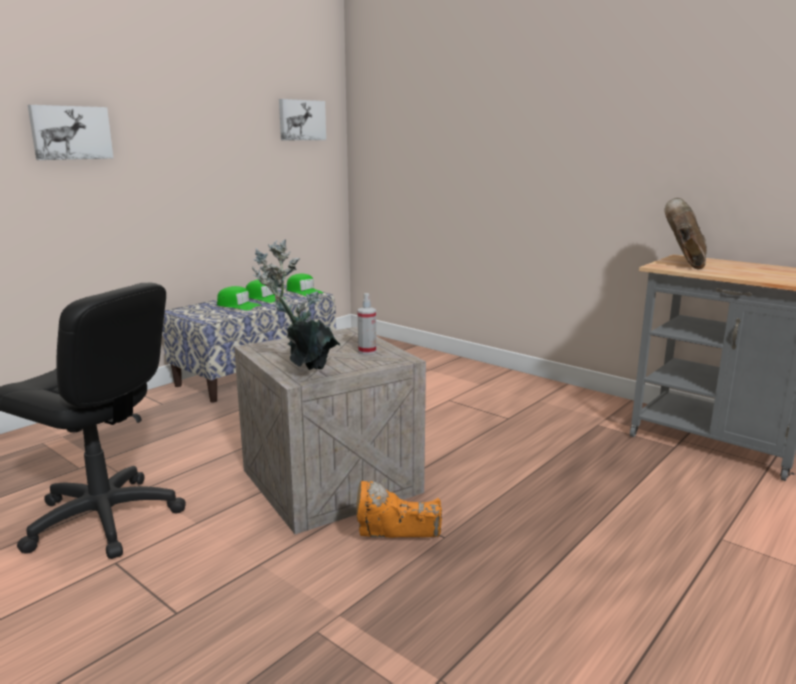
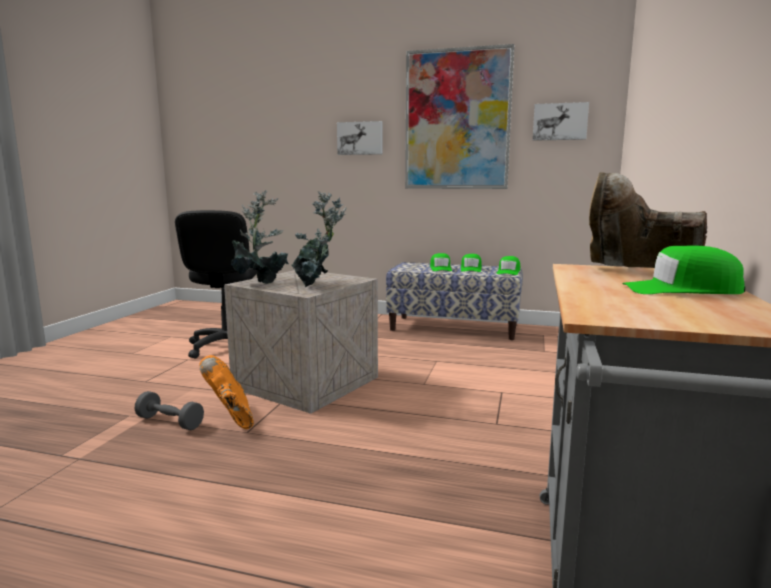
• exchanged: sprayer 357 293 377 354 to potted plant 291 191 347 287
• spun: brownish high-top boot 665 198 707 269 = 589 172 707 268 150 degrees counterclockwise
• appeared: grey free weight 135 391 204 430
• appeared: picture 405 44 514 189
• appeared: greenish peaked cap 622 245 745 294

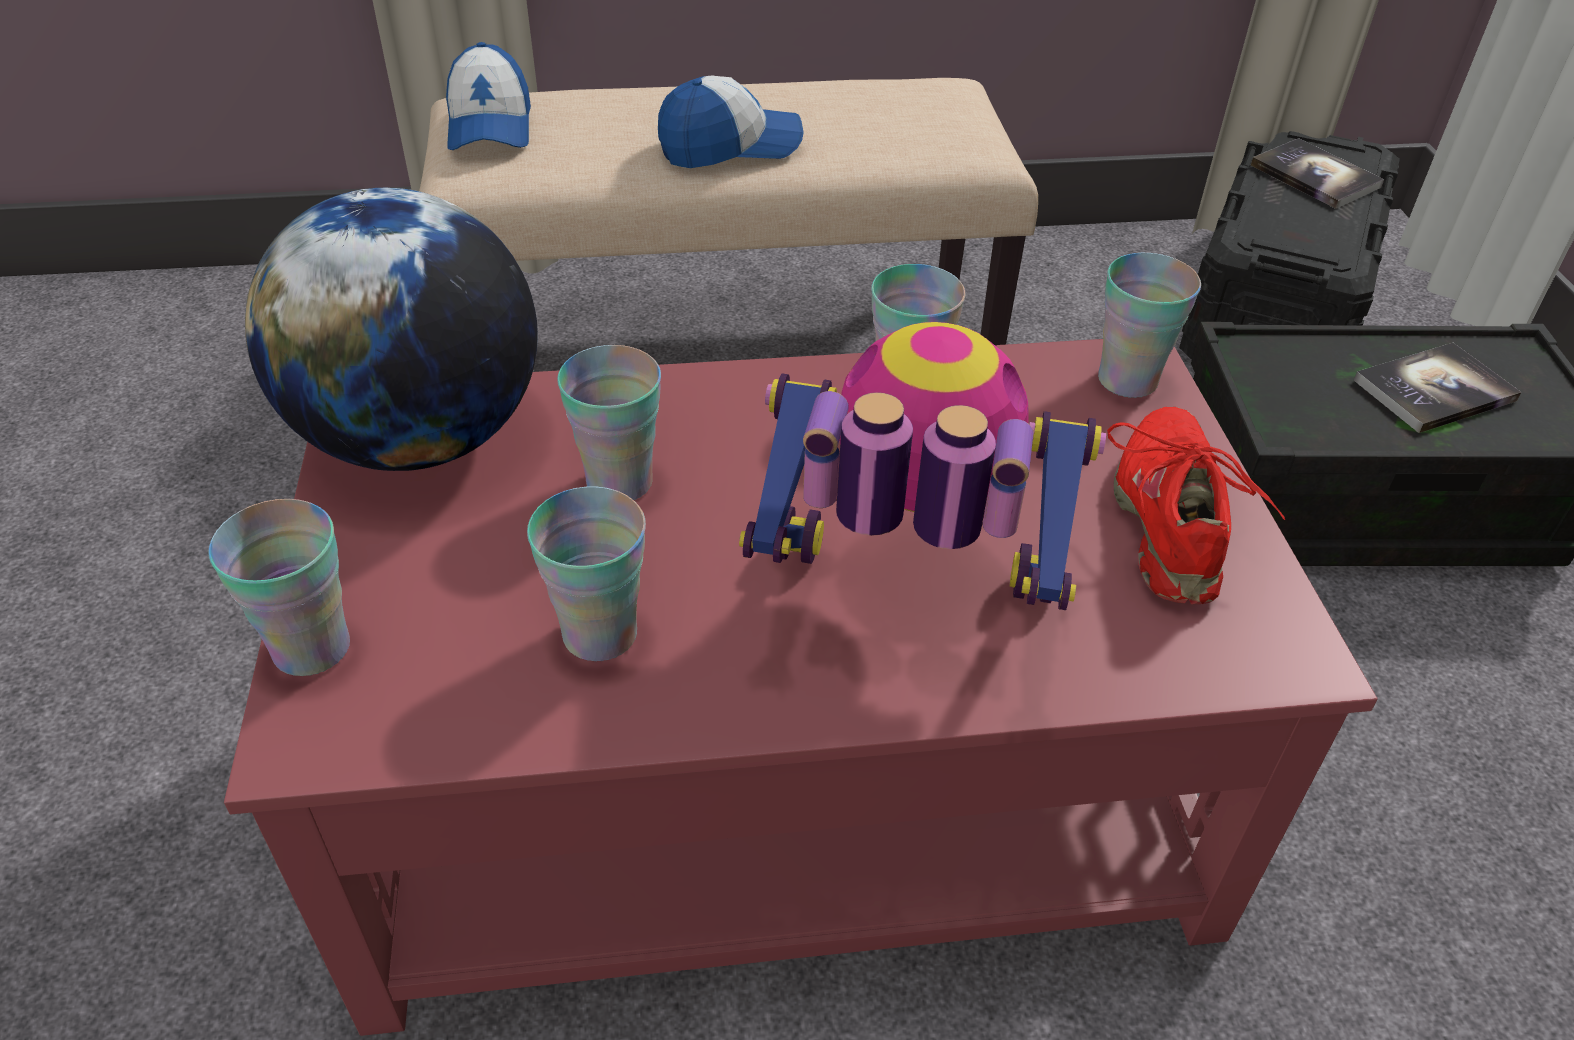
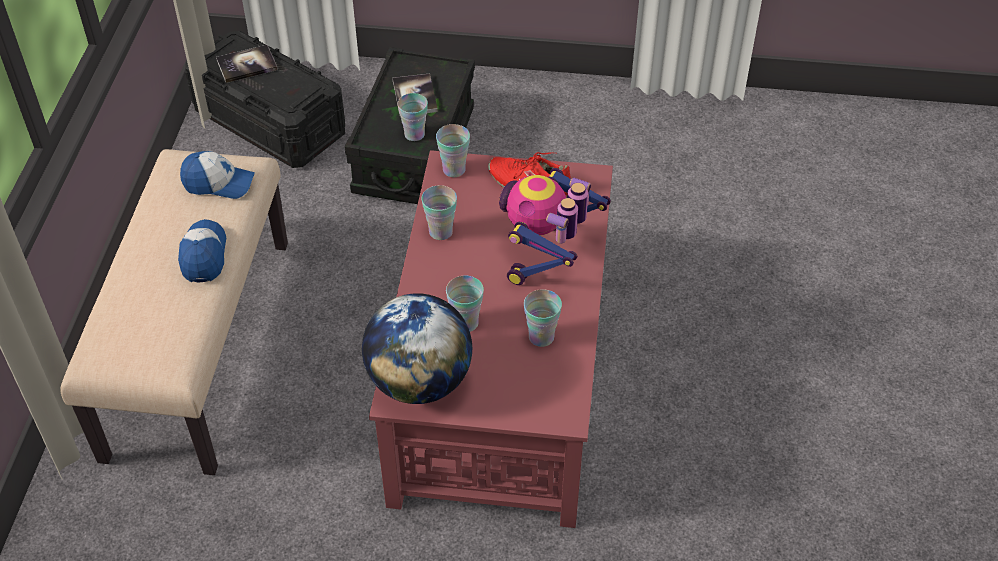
• relocated: drinking cup 208 499 350 676 to 397 93 428 141
• relocated: peaked cap 446 42 531 150 to 180 151 255 199

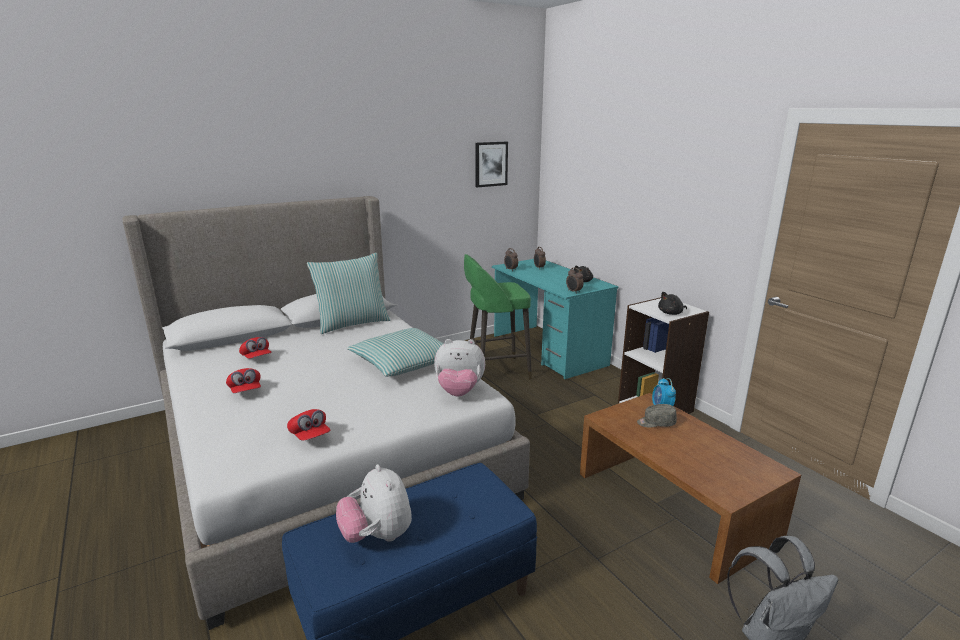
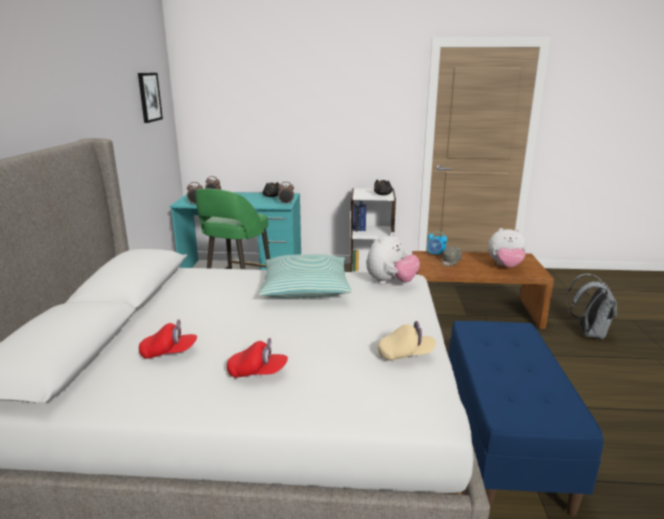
• colour: red peaked cap 287 409 331 441 to sand-coloured peaked cap 378 321 436 361
• missing: pillow 307 253 390 334
• relocated: plush toy 336 464 412 543 to 488 228 526 268

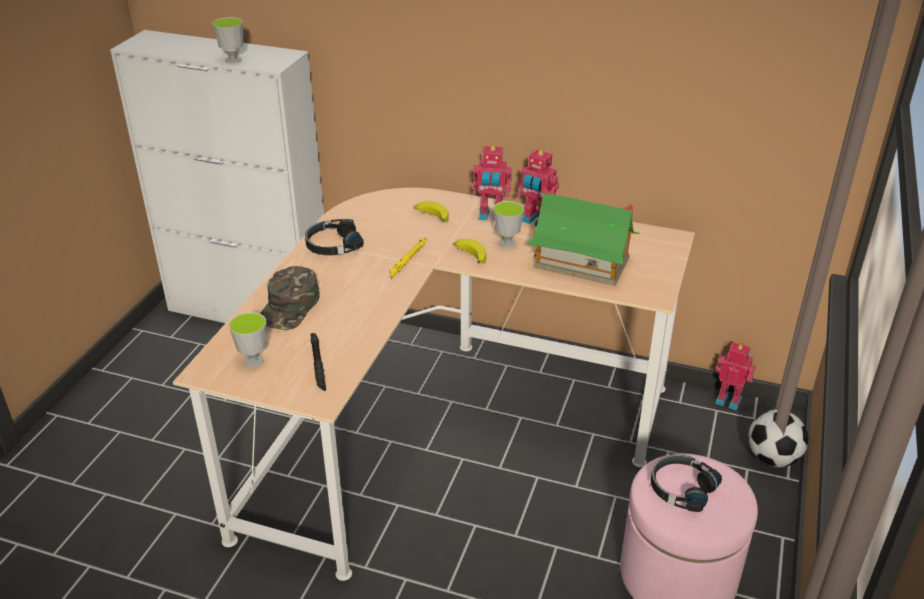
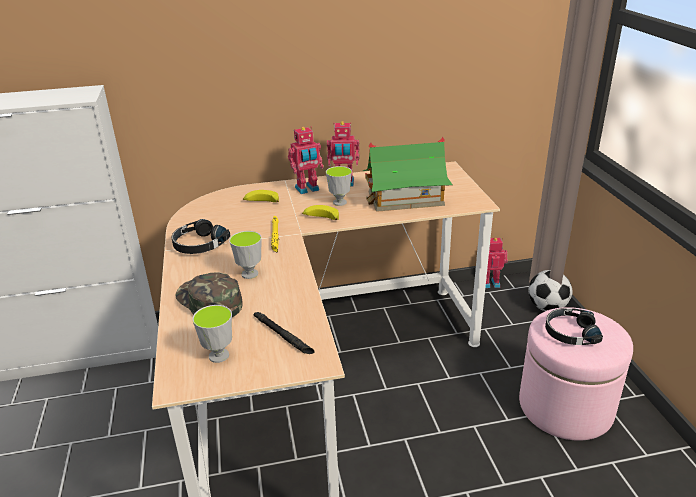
• relocated: drinking cup 213 17 243 64 to 229 231 262 279
• spun: greenish peaked cap 260 266 320 330 = 175 272 243 317 150 degrees clockwise

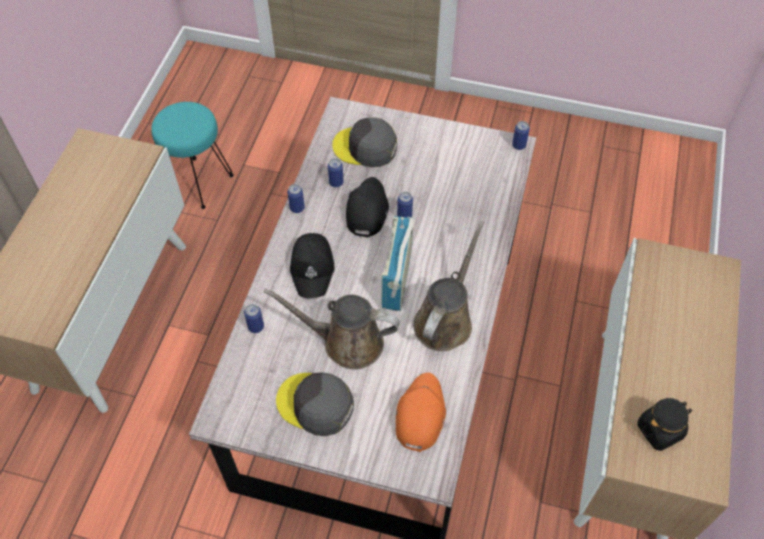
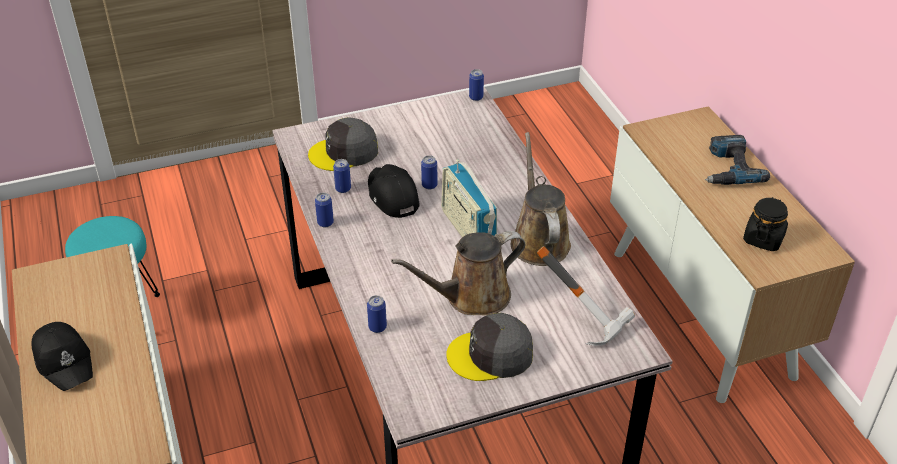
• relocated: black peaked cap 290 233 334 298 to 31 322 93 391
• exchanged: orangey peaked cap 396 372 446 452 to hammer 537 246 635 346
• appeared: drill 705 135 770 185

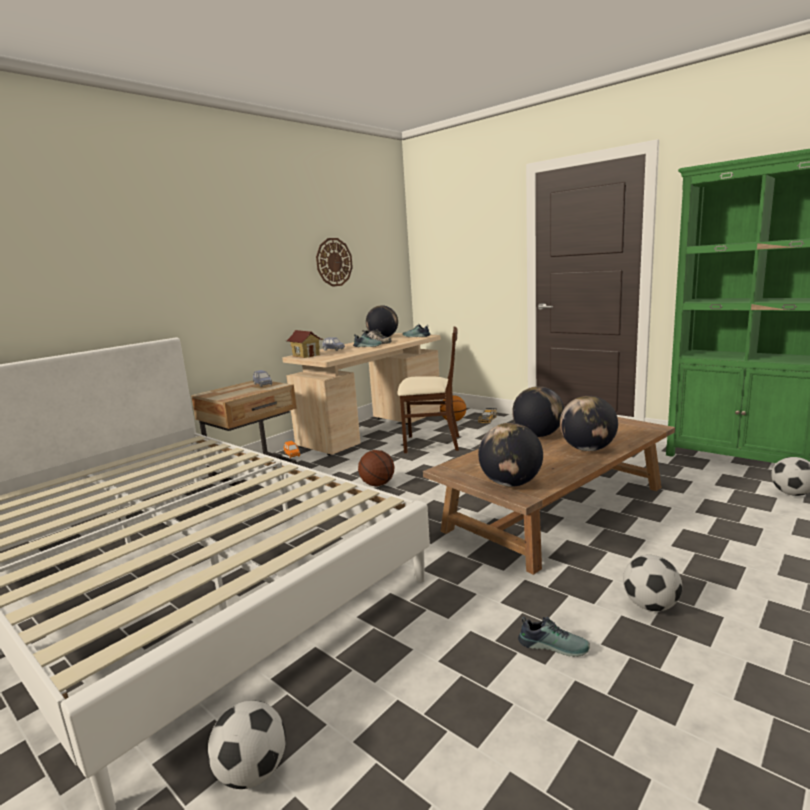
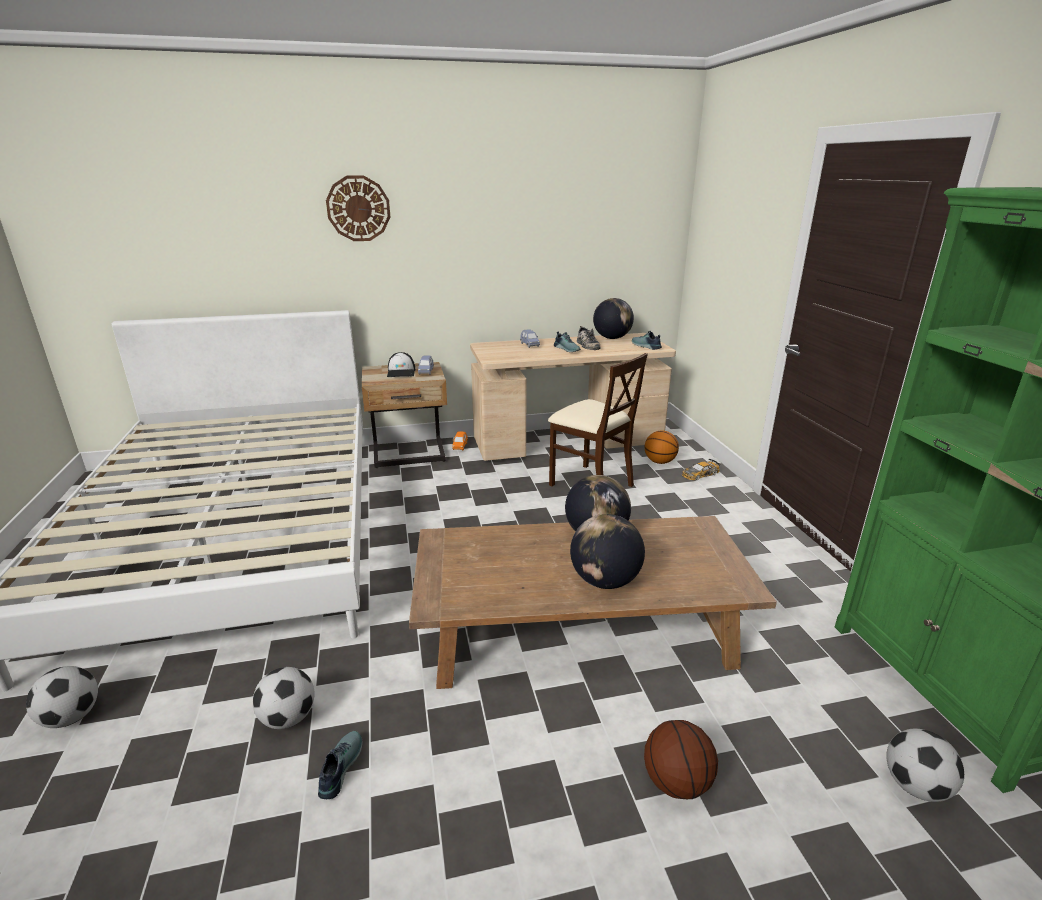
• missing: toy house 287 330 323 358
• relocated: clock on the wall 316 238 353 287 to 326 175 390 241
• relocated: basketball 358 450 394 486 to 644 720 718 799
• missing: world globe 478 423 543 487
• spun: item of footwear 518 617 590 657 = 318 731 363 799 135 degrees counterclockwise
• relocated: ball for football 623 555 682 611 to 253 667 315 729
• appeared: peaked cap 387 352 416 377

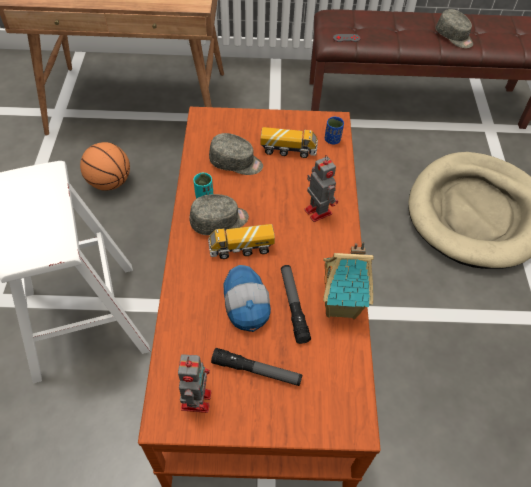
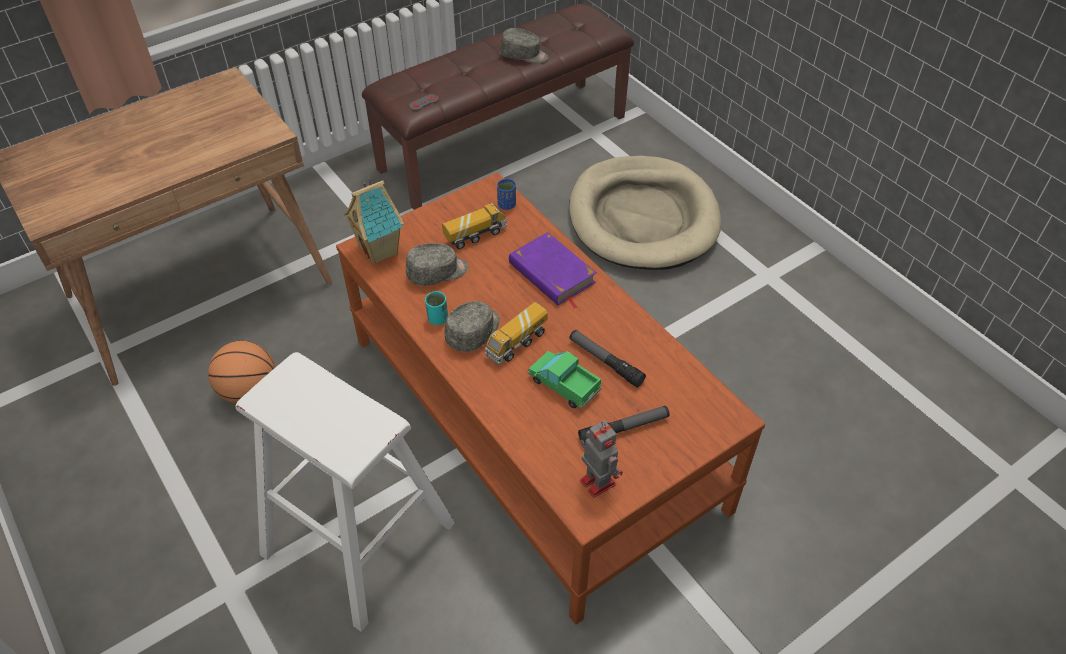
• exchanged: peaked cap 223 265 271 332 to toy truck 528 351 602 409
• exchanged: model robot 305 155 338 222 to purple bound book 509 232 596 309
• relocated: toy house 323 242 374 319 to 344 178 404 265

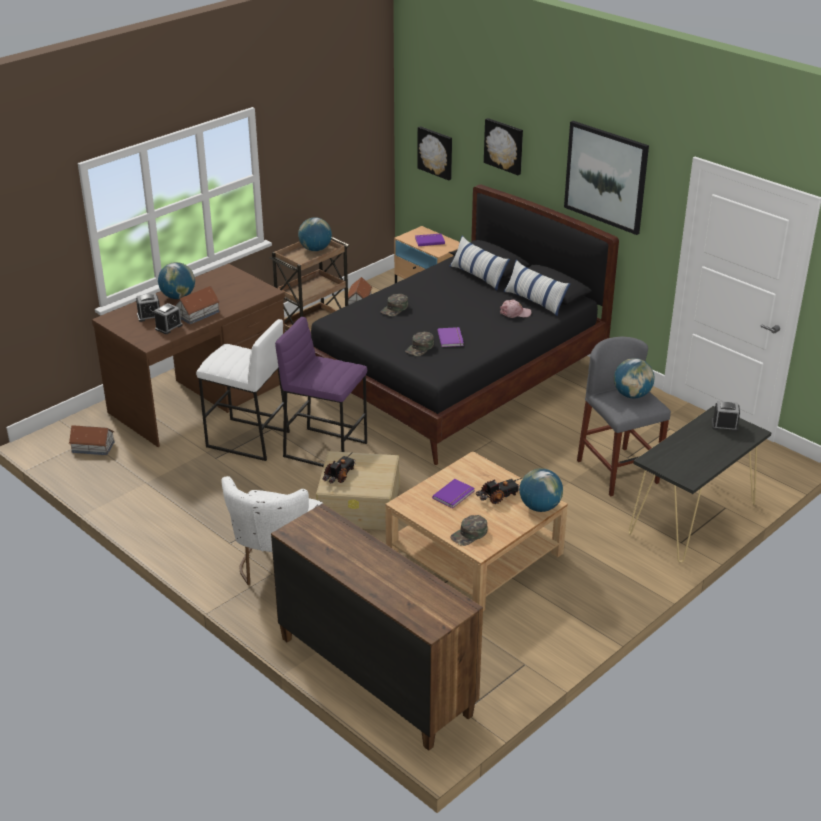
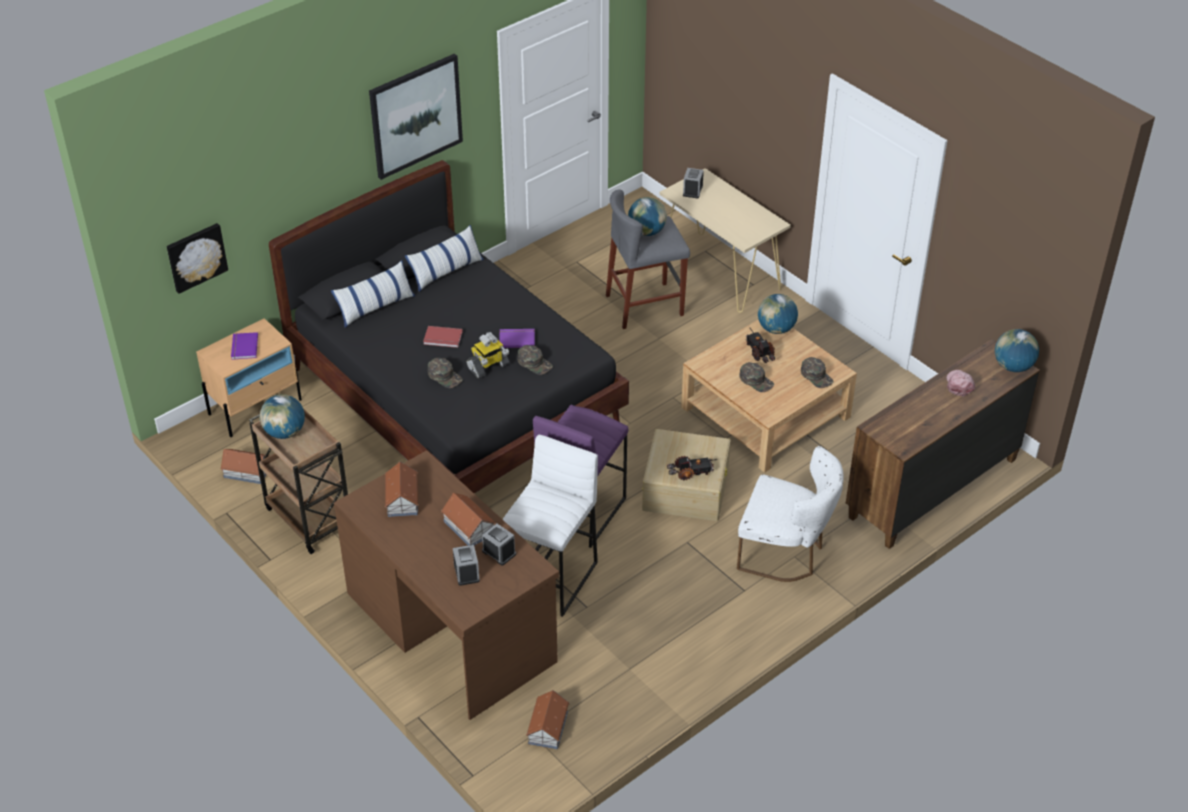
• relocated: world globe 158 262 195 299 to 995 329 1039 372
• spun: toy truck 322 452 355 484 = 667 456 717 480 135 degrees clockwise
• exchanged: purple bound book 432 479 475 508 to greenish peaked cap 739 362 774 392
• missing: picture 484 118 523 175
• relocated: pinkish peaked cap 500 300 531 318 to 947 370 976 397
• colour: black hall table 629 406 772 562 to sand-coloured hall table 660 168 791 313
• appeared: toy house 385 462 419 517
• appeared: red bound book 423 326 463 348
• appeared: model robot 466 332 509 378

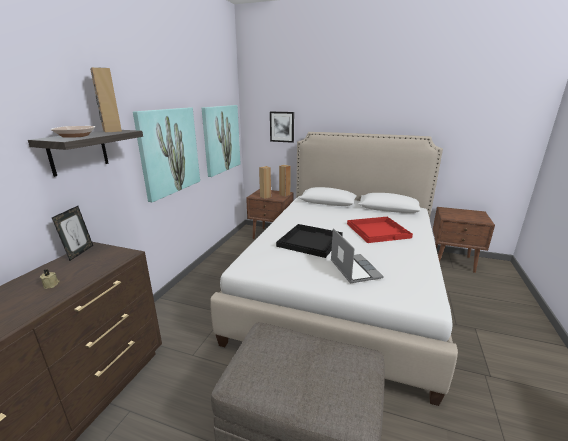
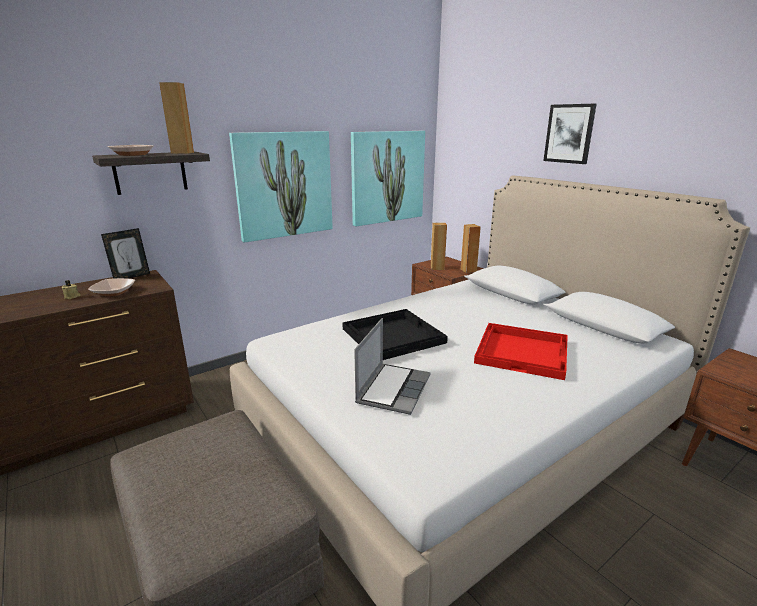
• relocated: picture 270 112 294 143 to 543 104 597 164
• appeared: serving bowl 88 278 135 296

